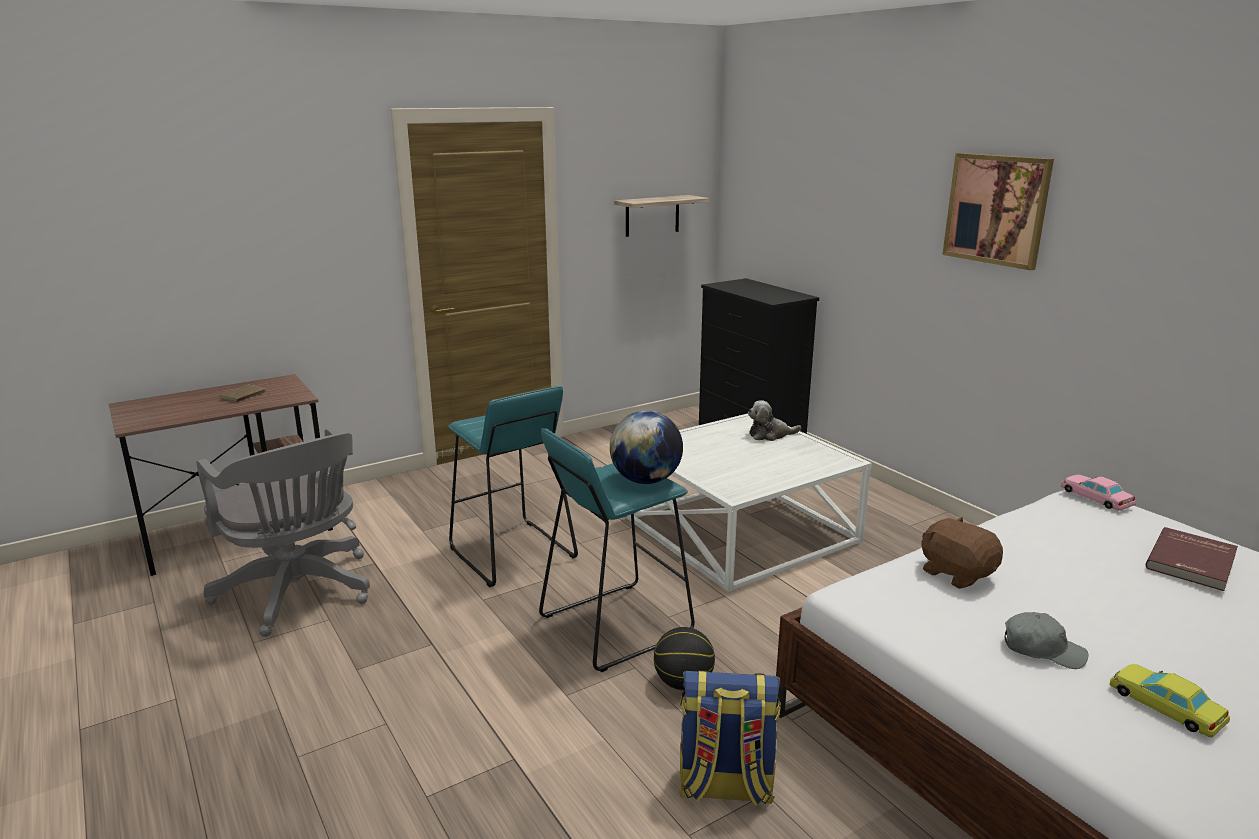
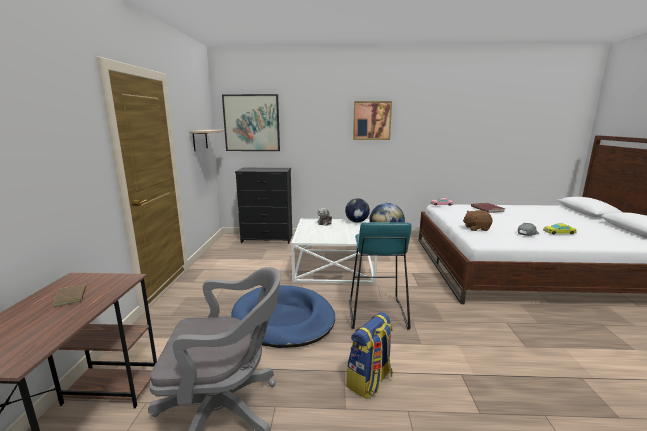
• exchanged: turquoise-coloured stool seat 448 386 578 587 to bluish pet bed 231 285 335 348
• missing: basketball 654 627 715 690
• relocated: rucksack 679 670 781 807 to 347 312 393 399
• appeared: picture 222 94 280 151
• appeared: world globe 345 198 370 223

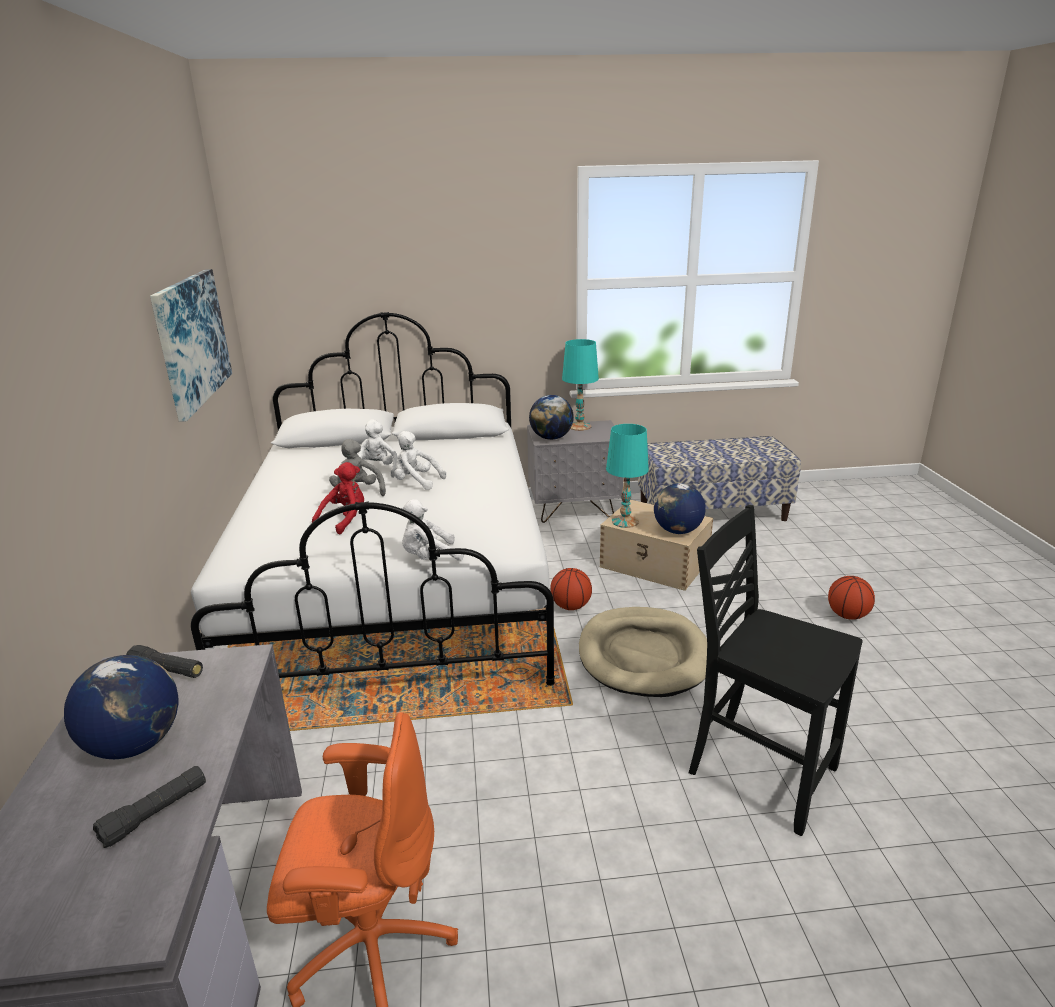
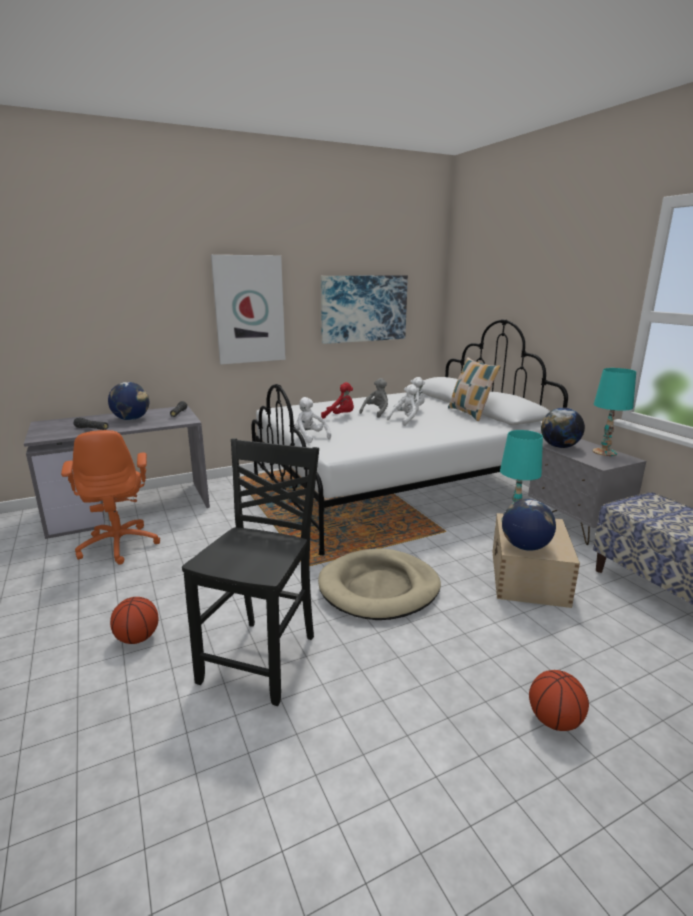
• spun: white-coloured plush toy 394 431 446 490 = 387 384 419 426 45 degrees clockwise
• relocated: basketball 550 568 592 610 to 110 597 158 644
• appeared: picture 211 255 286 365
• appeared: pillow 448 357 501 421

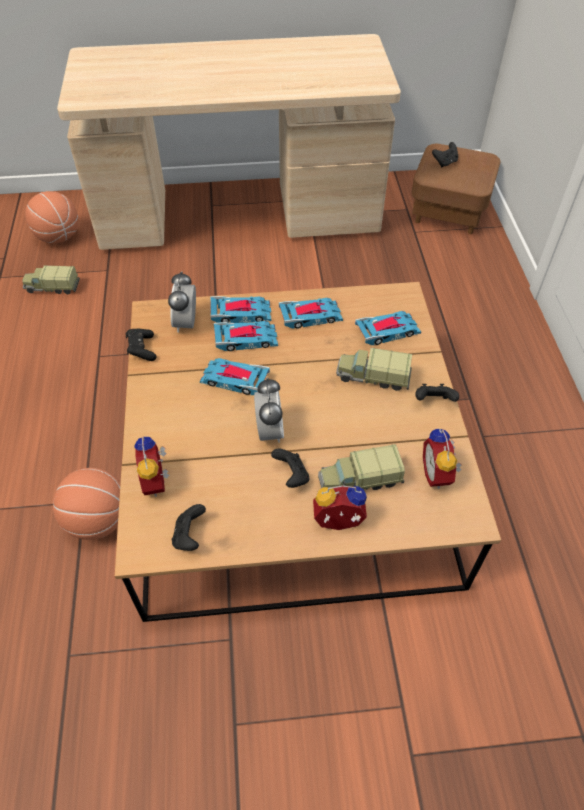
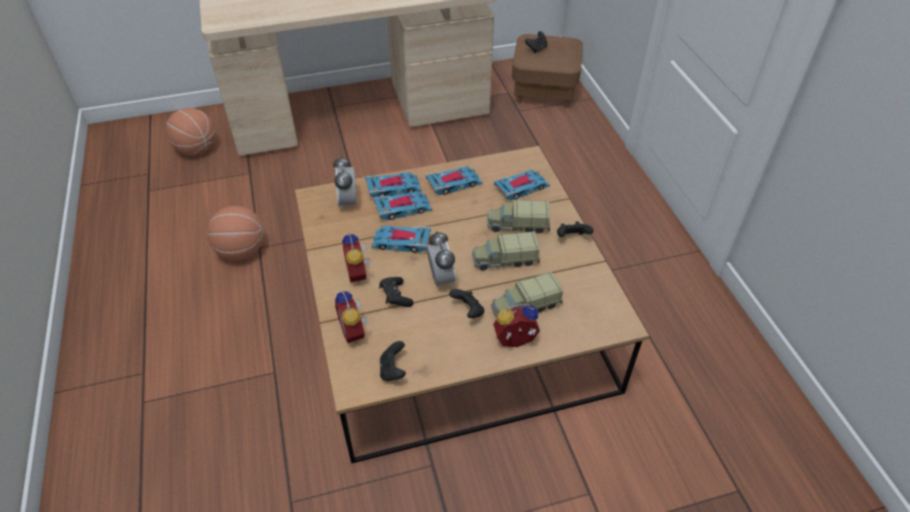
• relocated: toy truck 22 265 80 294 to 472 231 540 271
• relocated: basketball 53 468 121 540 to 207 206 263 260
• relocated: black game controller 126 329 157 361 to 379 277 414 307
• relocated: table clock 423 429 462 489 to 342 232 371 284

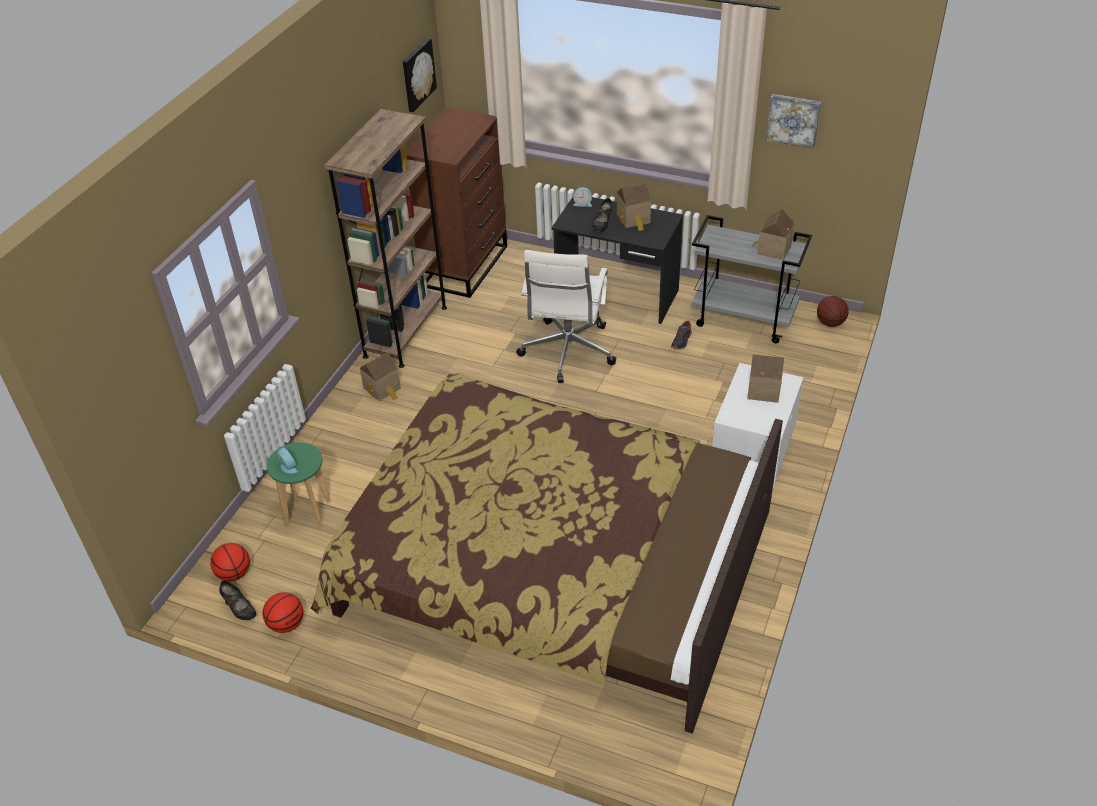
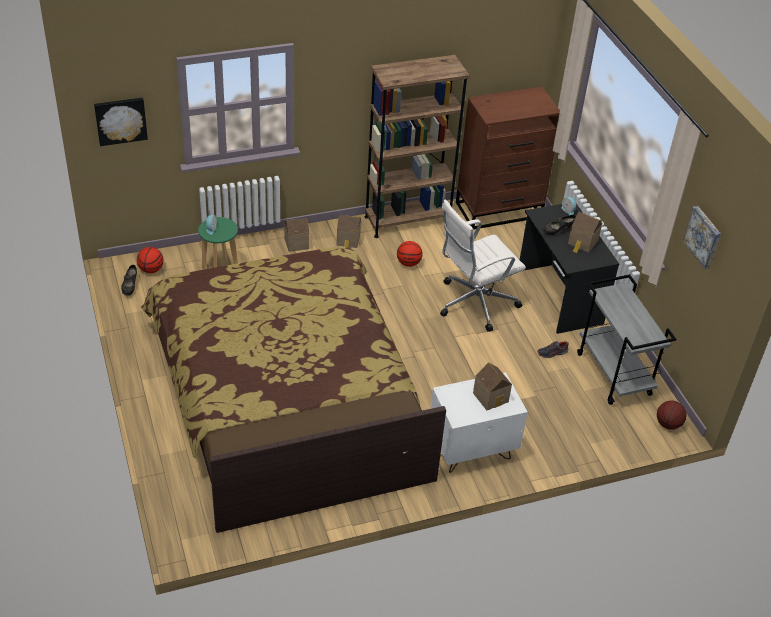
• relocated: basketball 263 592 304 633 to 397 241 423 267
• relocated: picture 403 38 437 112 to 94 98 148 146
• relocated: toy house 752 209 794 260 to 284 218 310 252

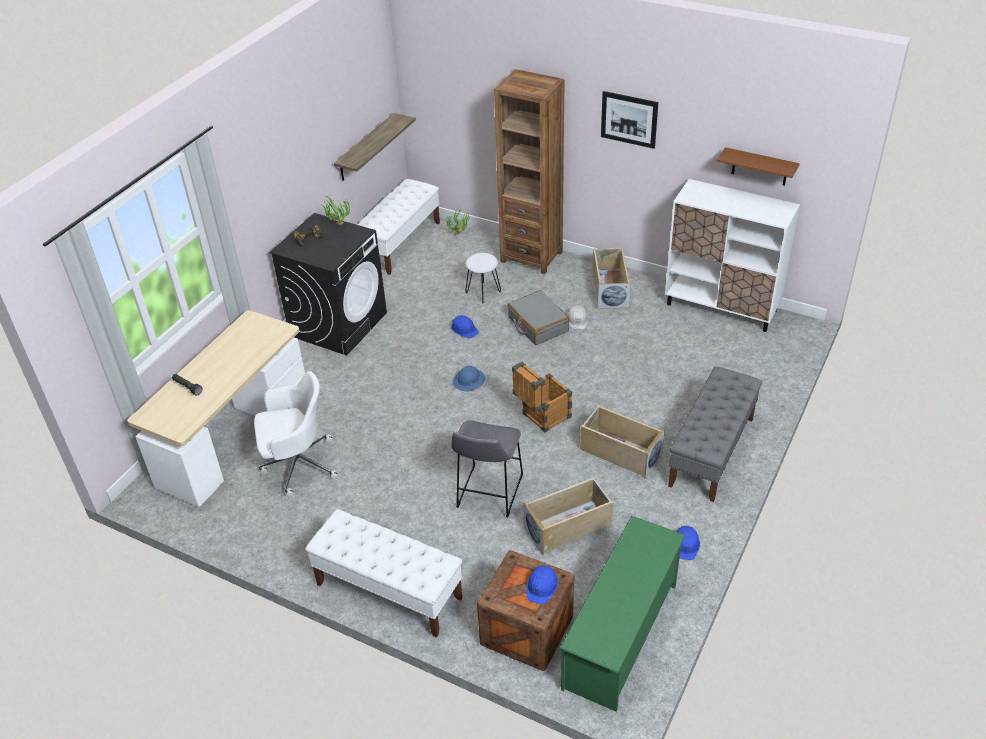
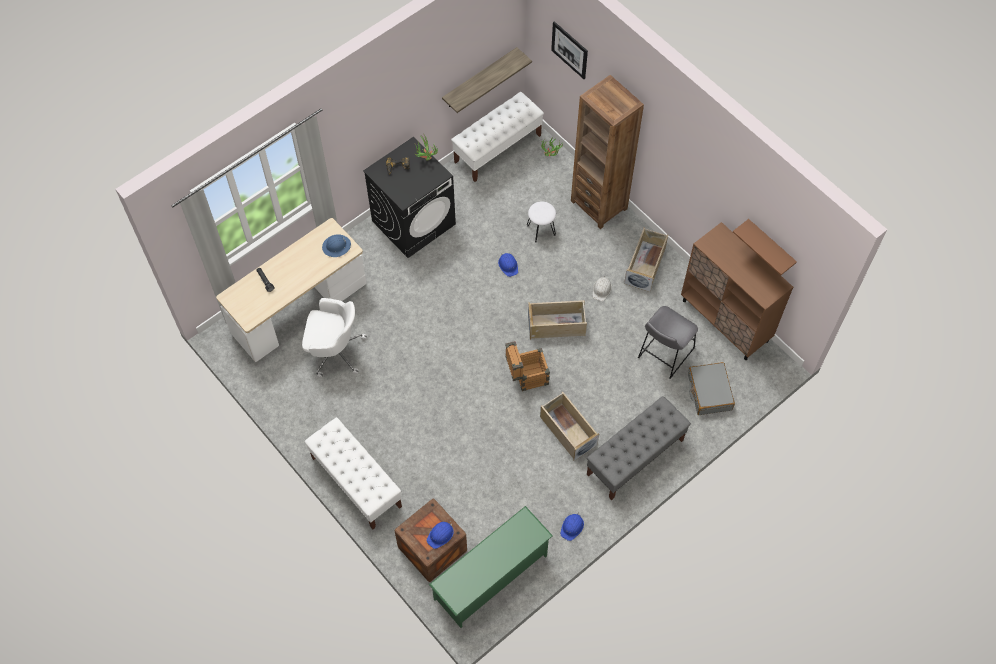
• relocated: grey stool seat 451 420 523 517 to 638 306 698 379
• relocated: bluish work helmet 453 366 485 391 to 322 234 351 257
• relocated: grey piece of luggage 507 290 569 345 to 688 362 735 415
• relocated: sand-coloured storage container 524 477 613 555 to 528 300 587 340
• relocated: picture 601 91 658 149 to 551 21 588 79
• colour: white-coloured cabinet 665 179 800 332 to brownish cabinet 681 222 793 360

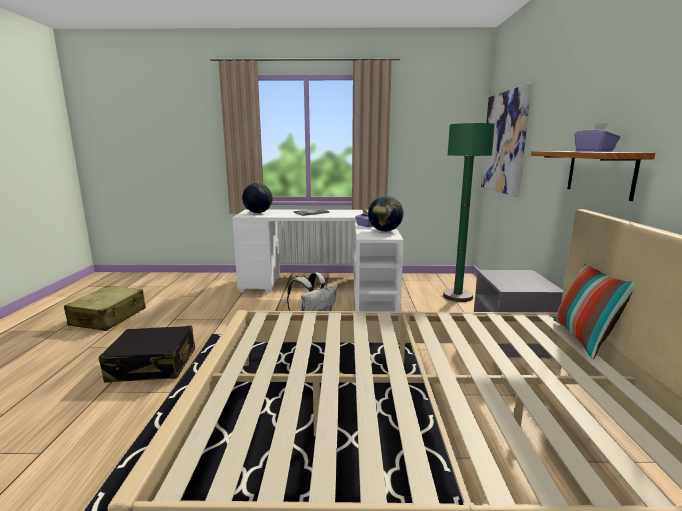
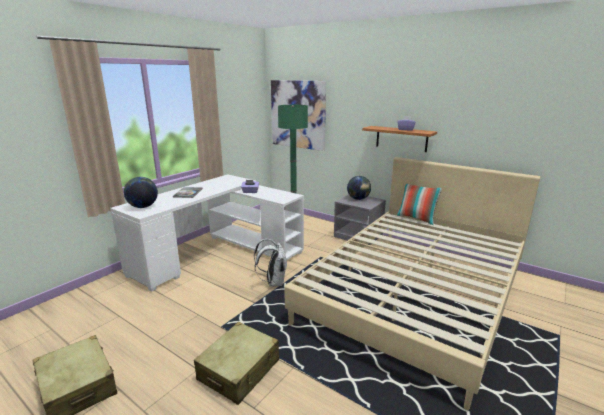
• colour: black piece of luggage 99 326 195 383 to sand-coloured piece of luggage 194 322 279 405
• relocated: world globe 368 196 403 232 to 347 176 371 200

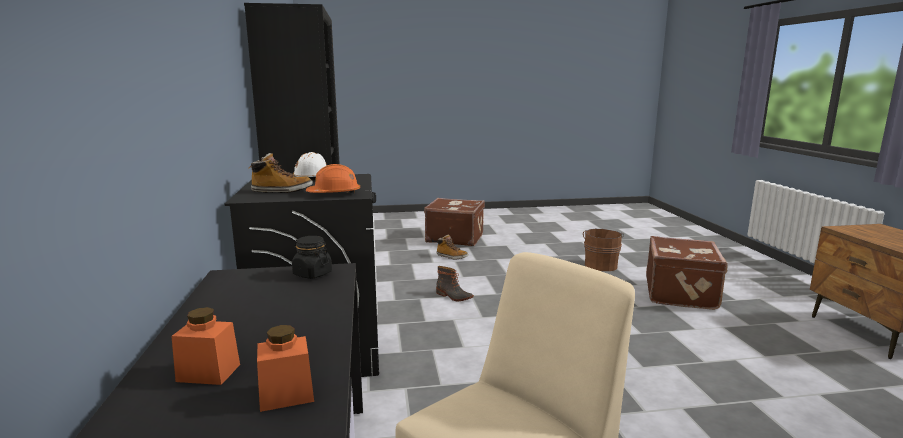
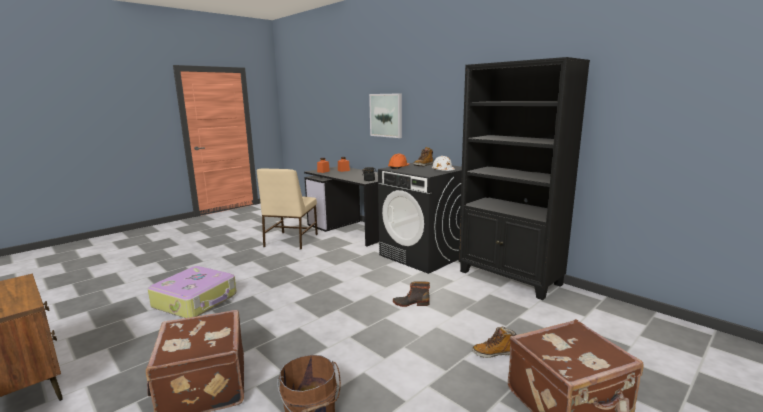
• appeared: piece of luggage 148 266 237 318
• appeared: picture 369 93 402 138

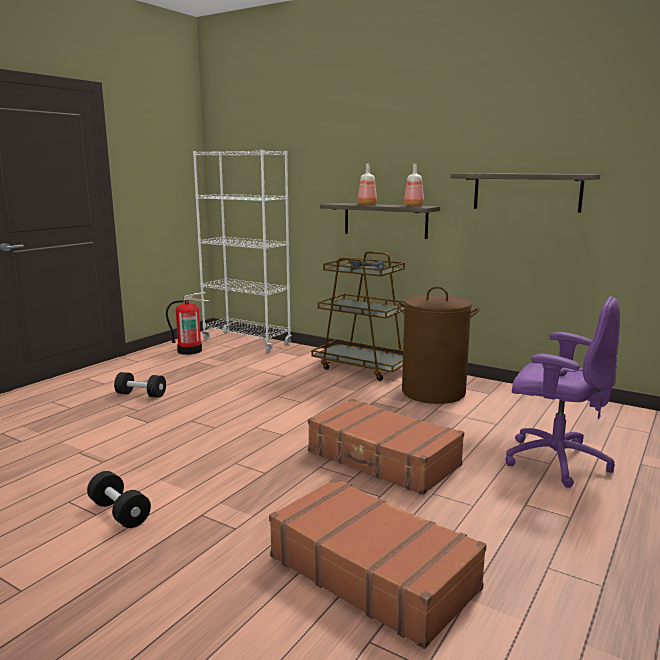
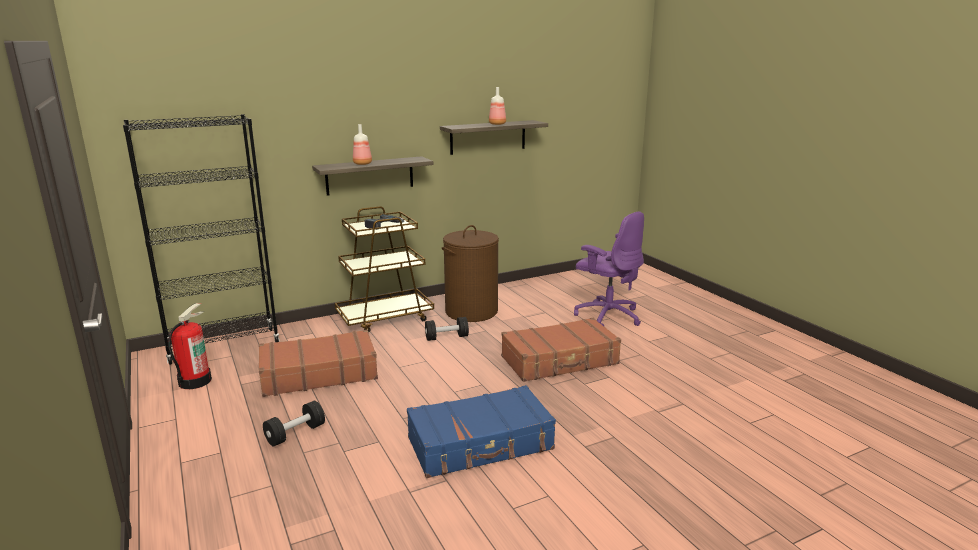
• relocated: black free weight 87 471 151 528 to 425 317 469 341
• colour: white-coloured shelving unit 193 150 291 352 to black shelving unit 123 114 280 365
• relocated: brownish piece of luggage 269 478 487 649 to 259 330 378 397
• relocated: drink bottle 404 164 424 206 to 489 87 506 125
• spun: purple desk chair 506 296 620 488 = 574 212 644 326 75 degrees clockwise
• appeared: bluish piece of luggage 407 385 556 478

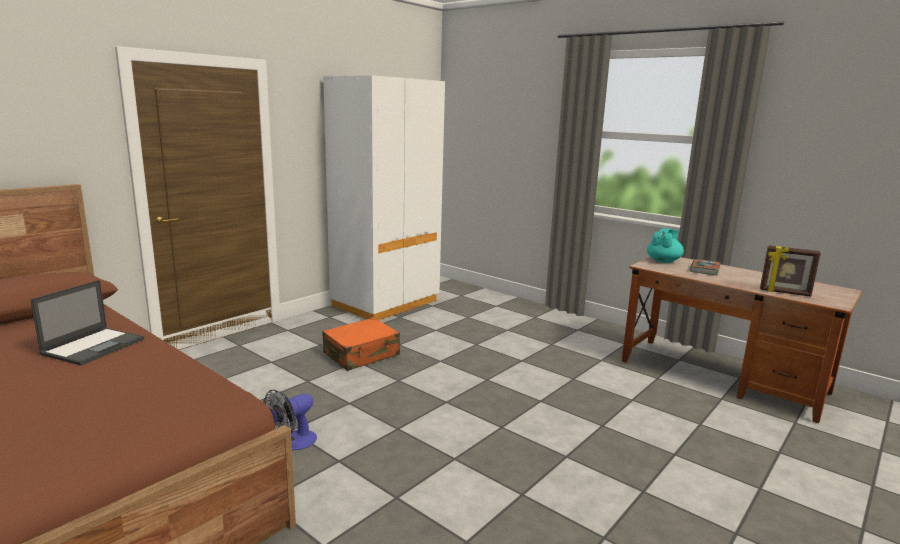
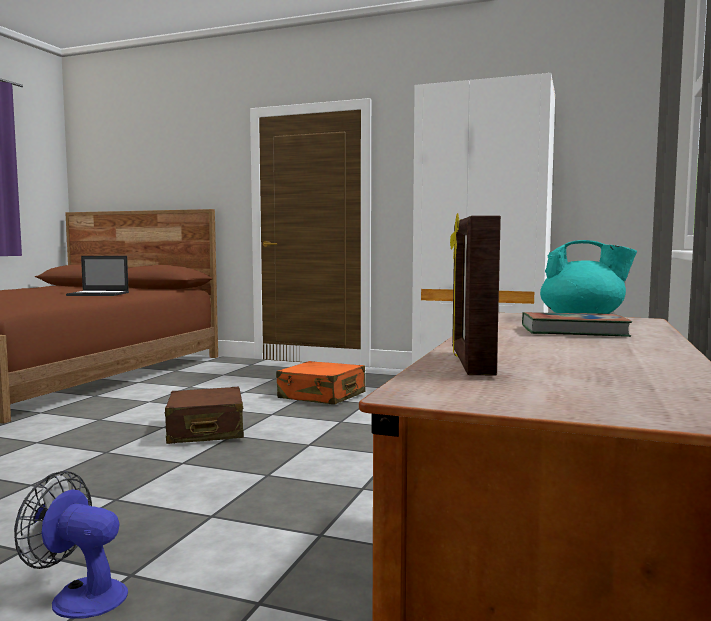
• relocated: electric fan 263 390 317 450 to 14 471 128 618
• appeared: brownish piece of luggage 165 387 244 444

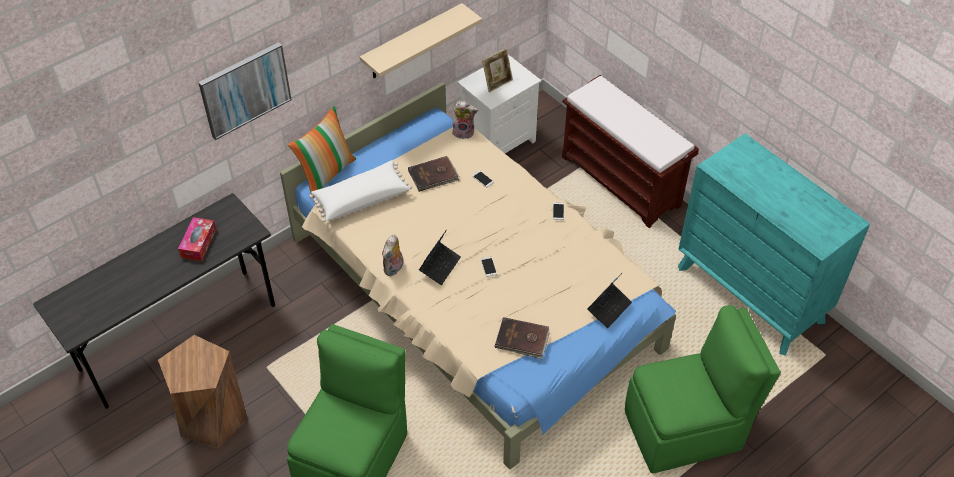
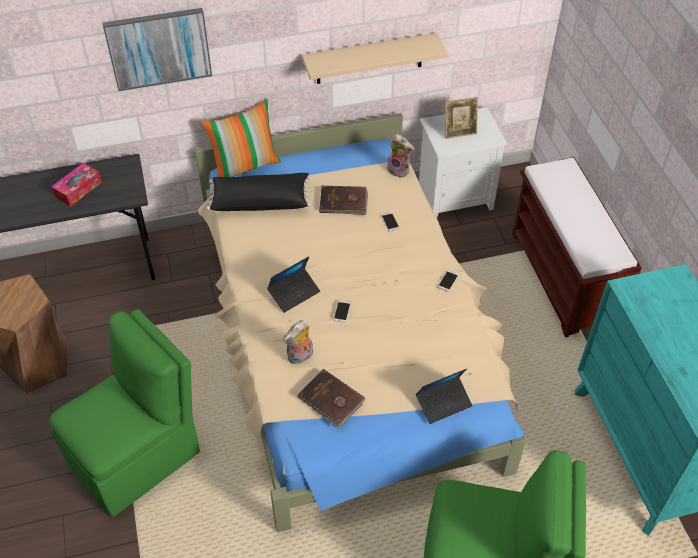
• colour: white-coloured pillow 309 160 412 222 to black pillow 206 173 312 211
• relocated: plush toy 382 235 403 276 to 283 320 313 364

